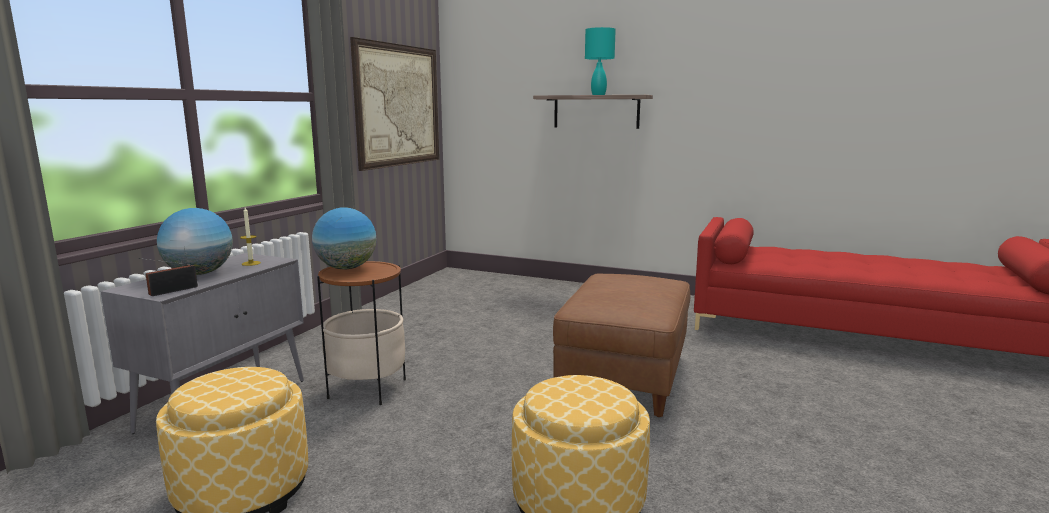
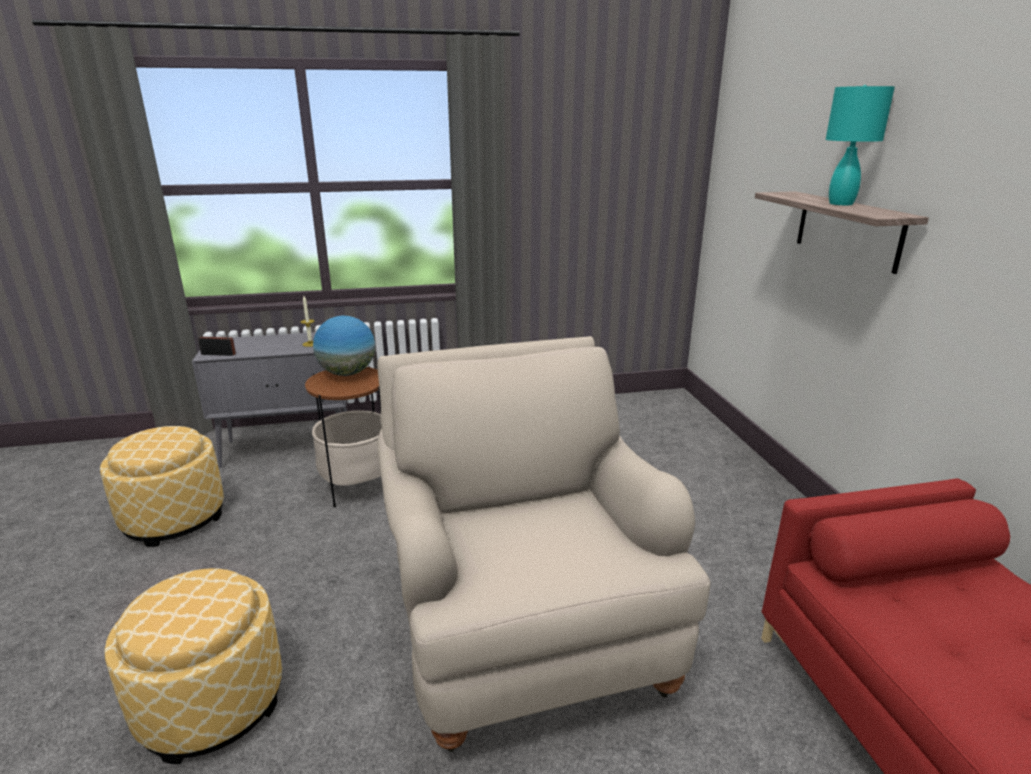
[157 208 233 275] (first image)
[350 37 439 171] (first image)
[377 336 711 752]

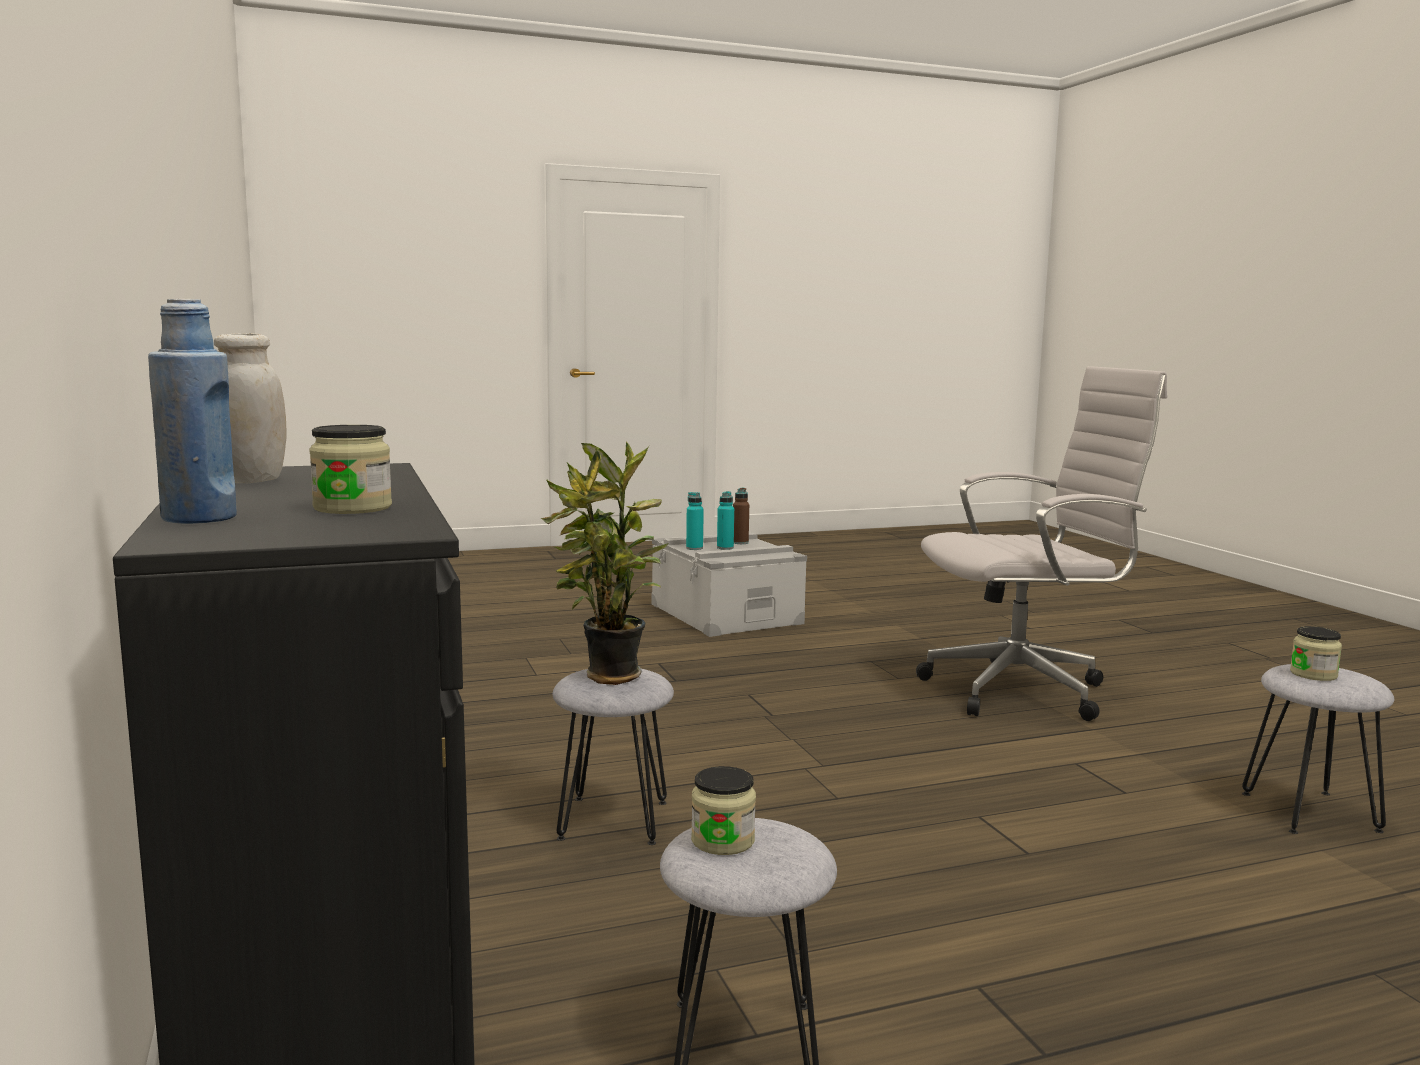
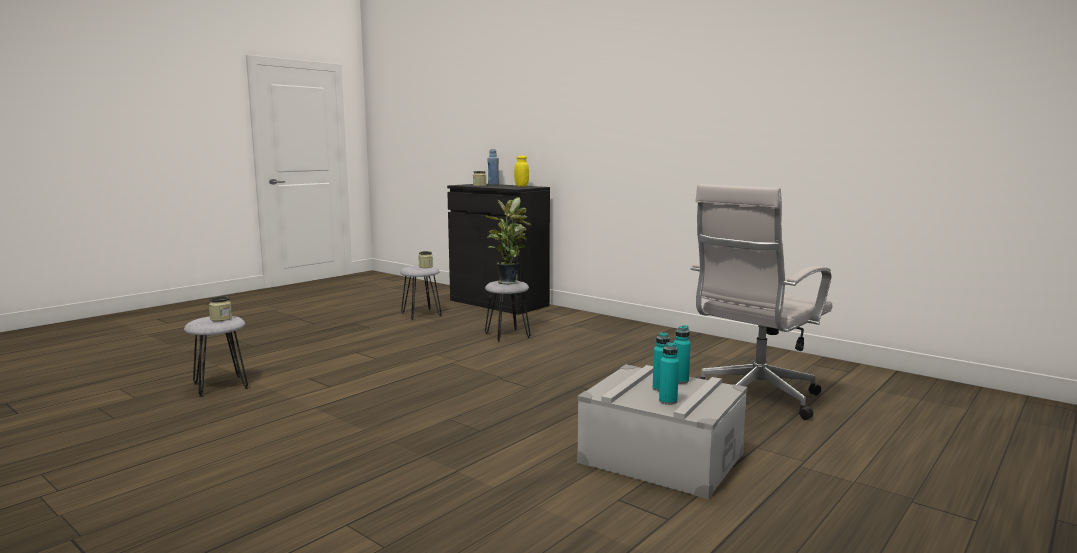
[691 184 833 420]
[514 156 529 187]
[659 342 679 405]

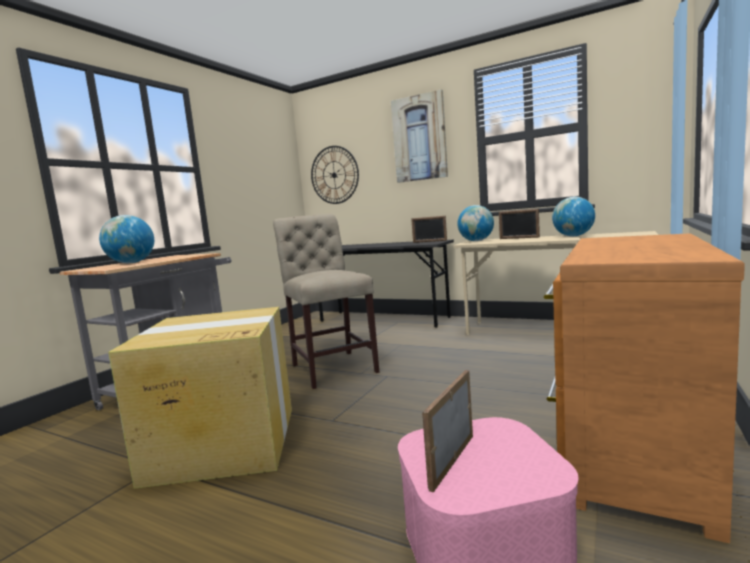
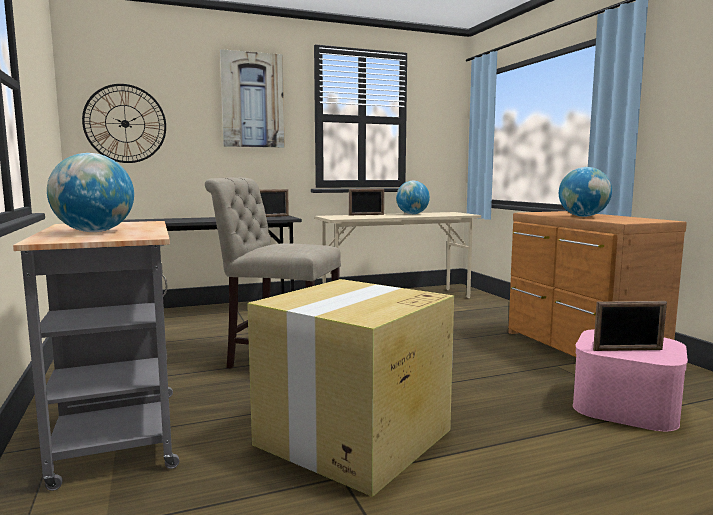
[559 167 612 217]
[593 301 667 351]

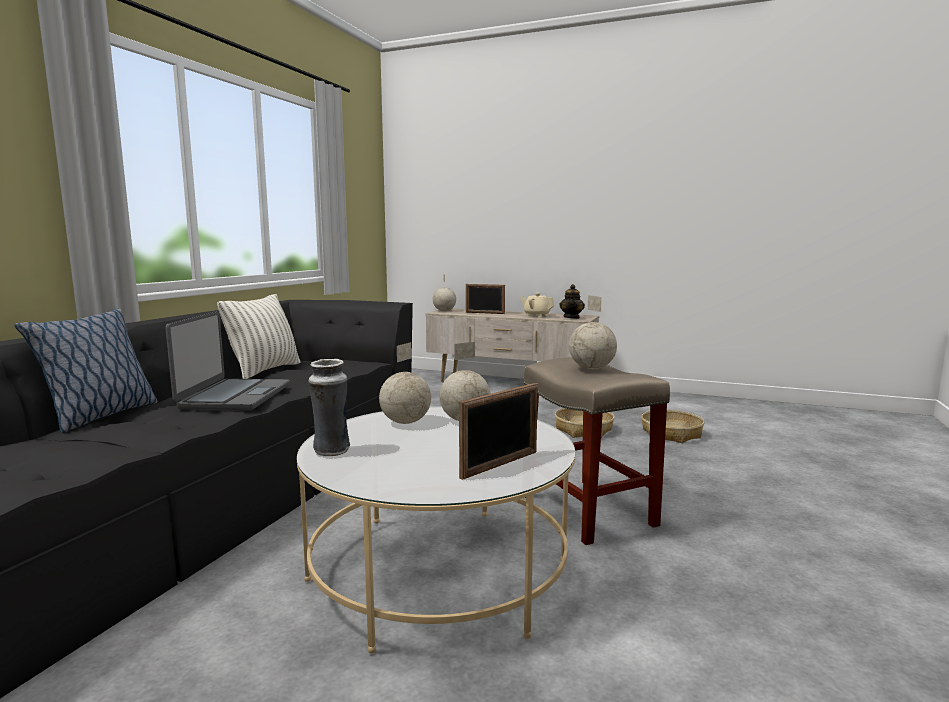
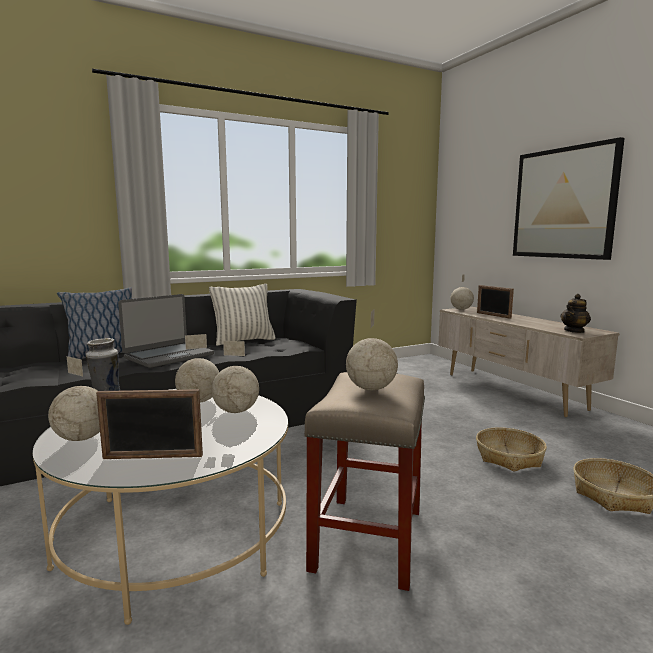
[520 293 554 317] (first image)
[48 356 100 441]
[513 137 625 260]

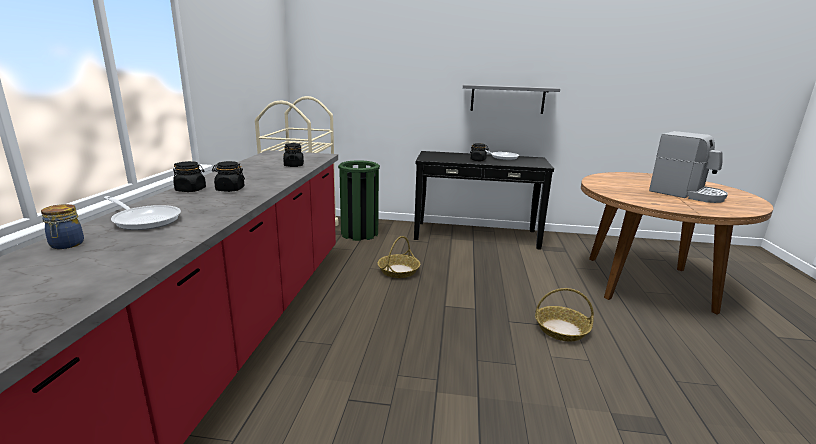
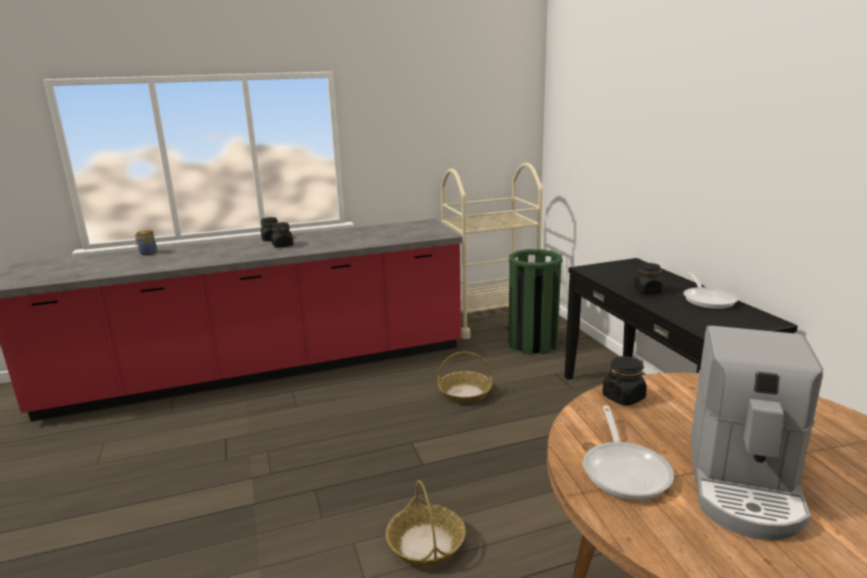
[463 84 560 114] (first image)
[583 405 674 500]
[602 356 647 406]

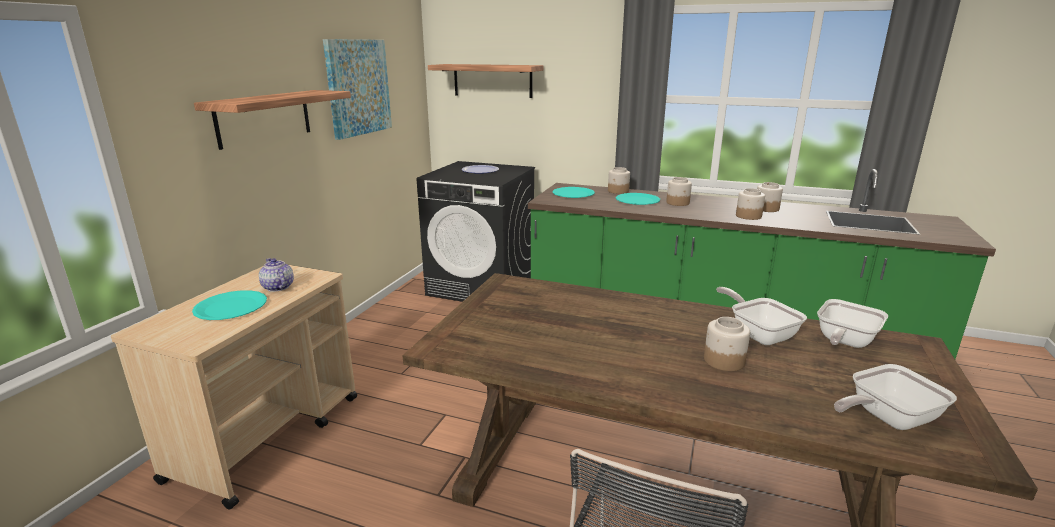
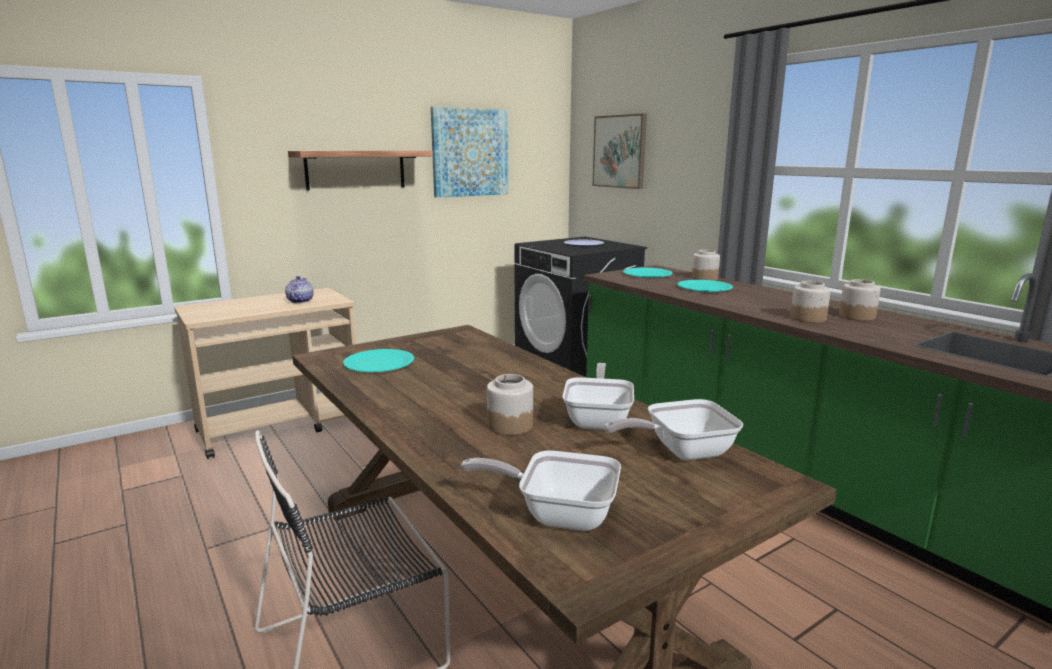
[666 177 692 206] (first image)
[343 349 414 372]
[593 113 647 189]

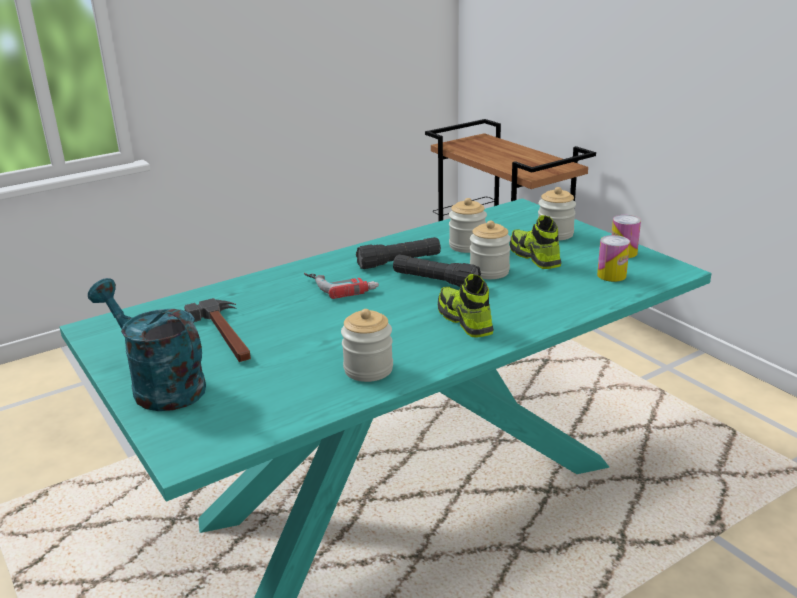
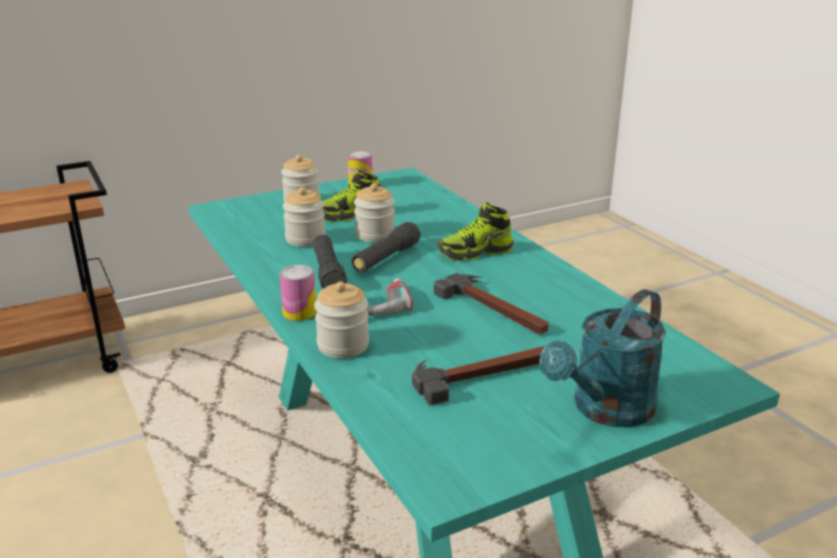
[434 273 549 335]
[314 282 369 358]
[279 265 317 321]

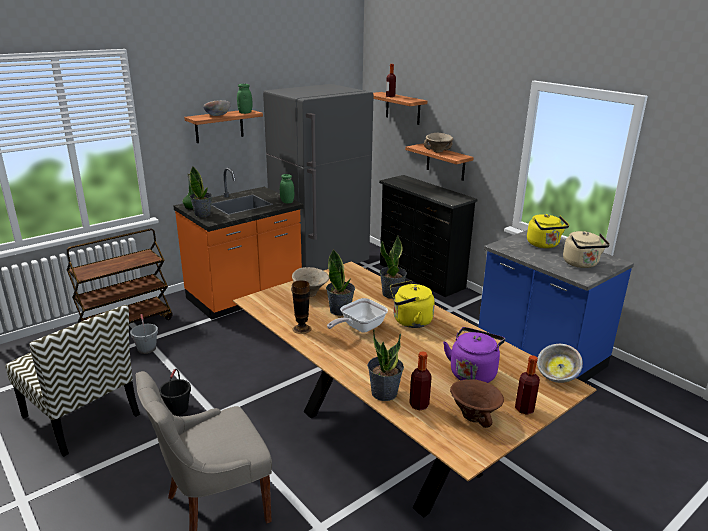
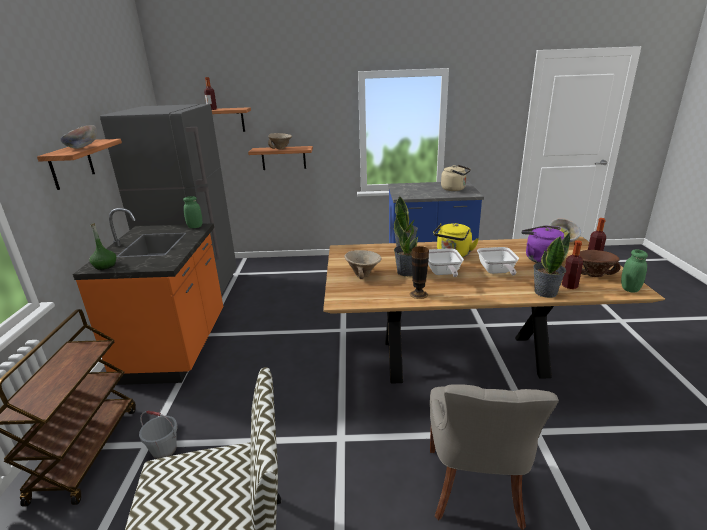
[159 369 191 416] (first image)
[190 166 212 217] (first image)
[379 175 478 297] (first image)
[527 214 569 248] (first image)
[477 247 519 276]
[621 249 648 293]

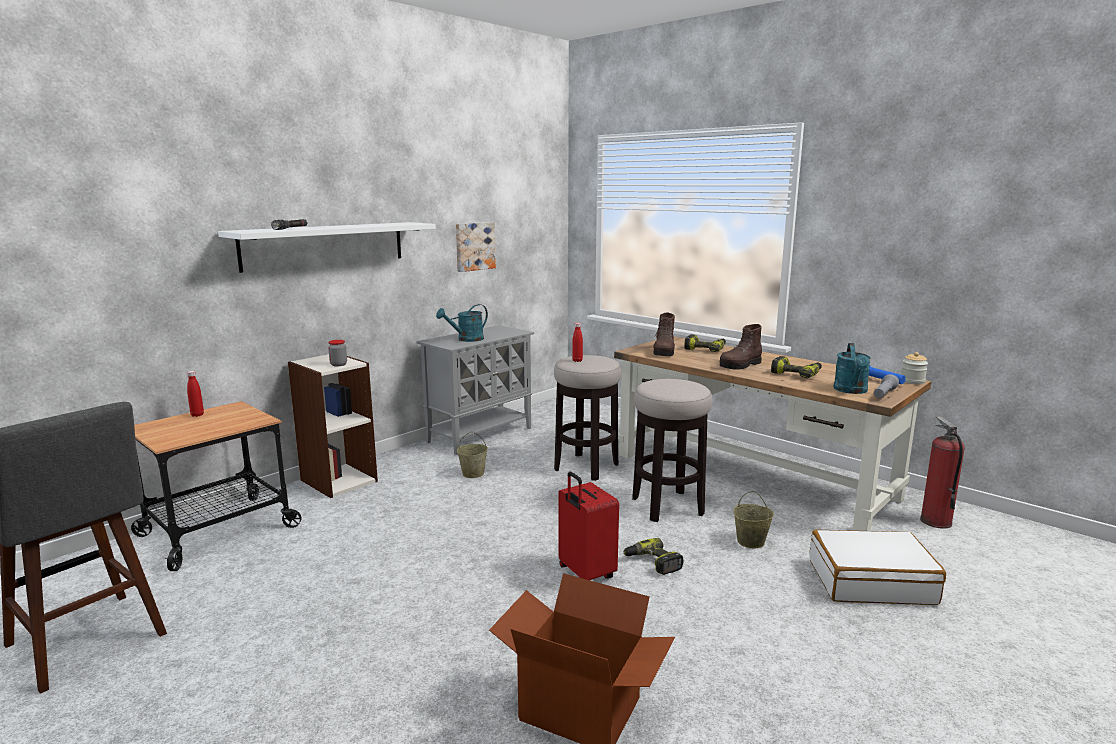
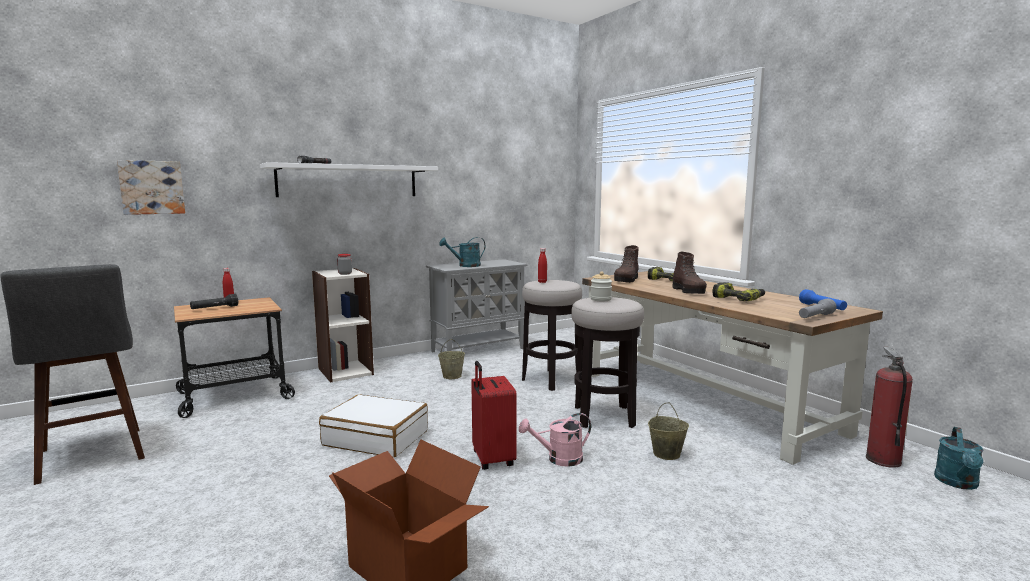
[190 294 238 309]
[117 160 185 215]
[319 394 428 457]
[934 427 984 490]
[590 271 612 301]
[519 413 591 467]
[672 252 707 294]

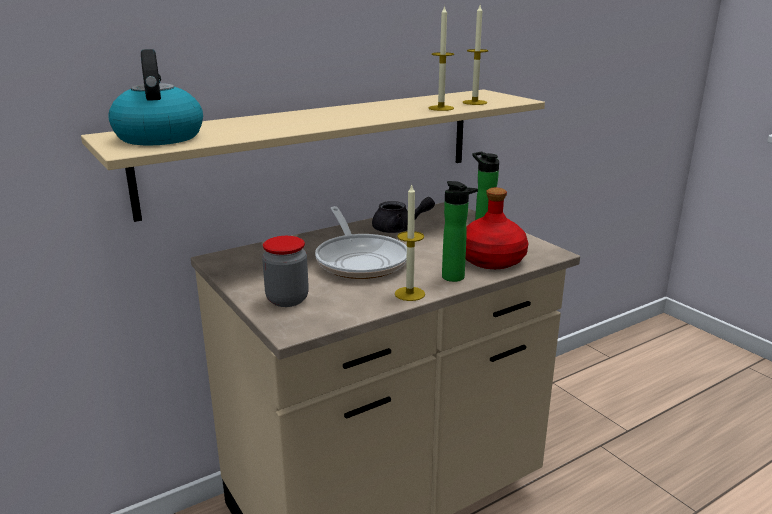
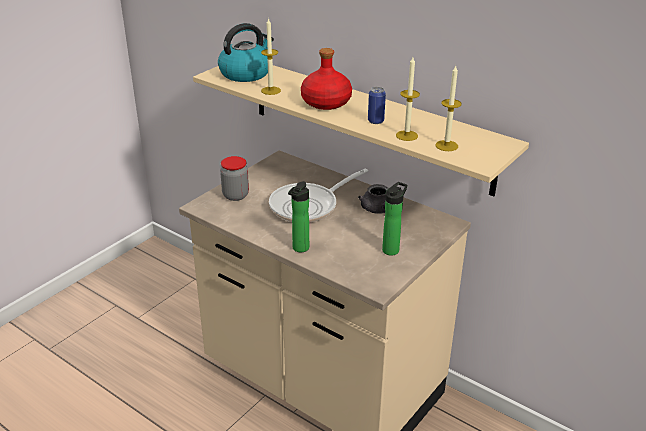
[368 87 386 124]
[261 18 281 95]
[301 48 352 110]

